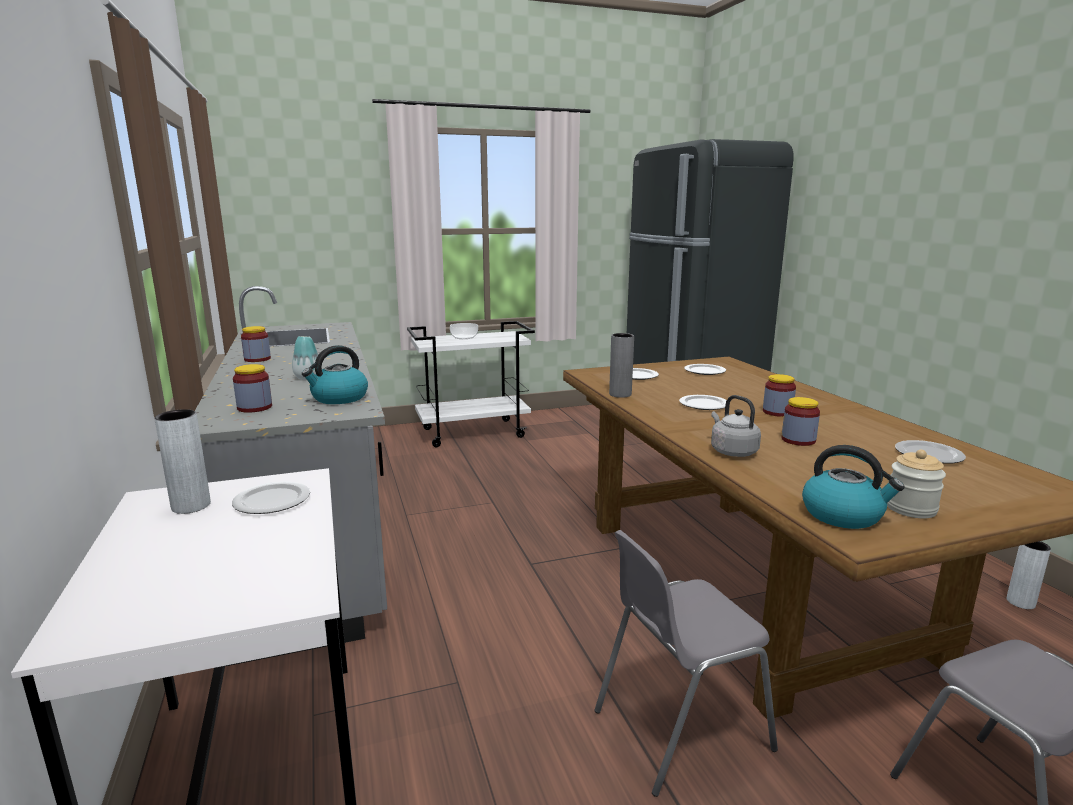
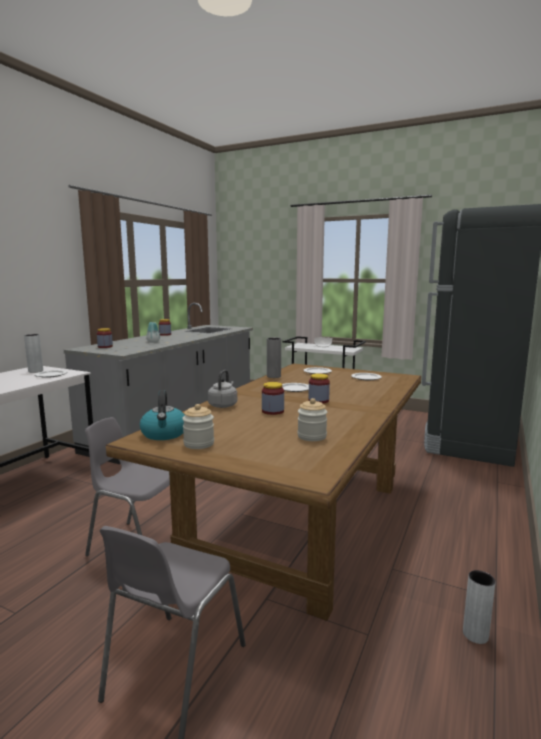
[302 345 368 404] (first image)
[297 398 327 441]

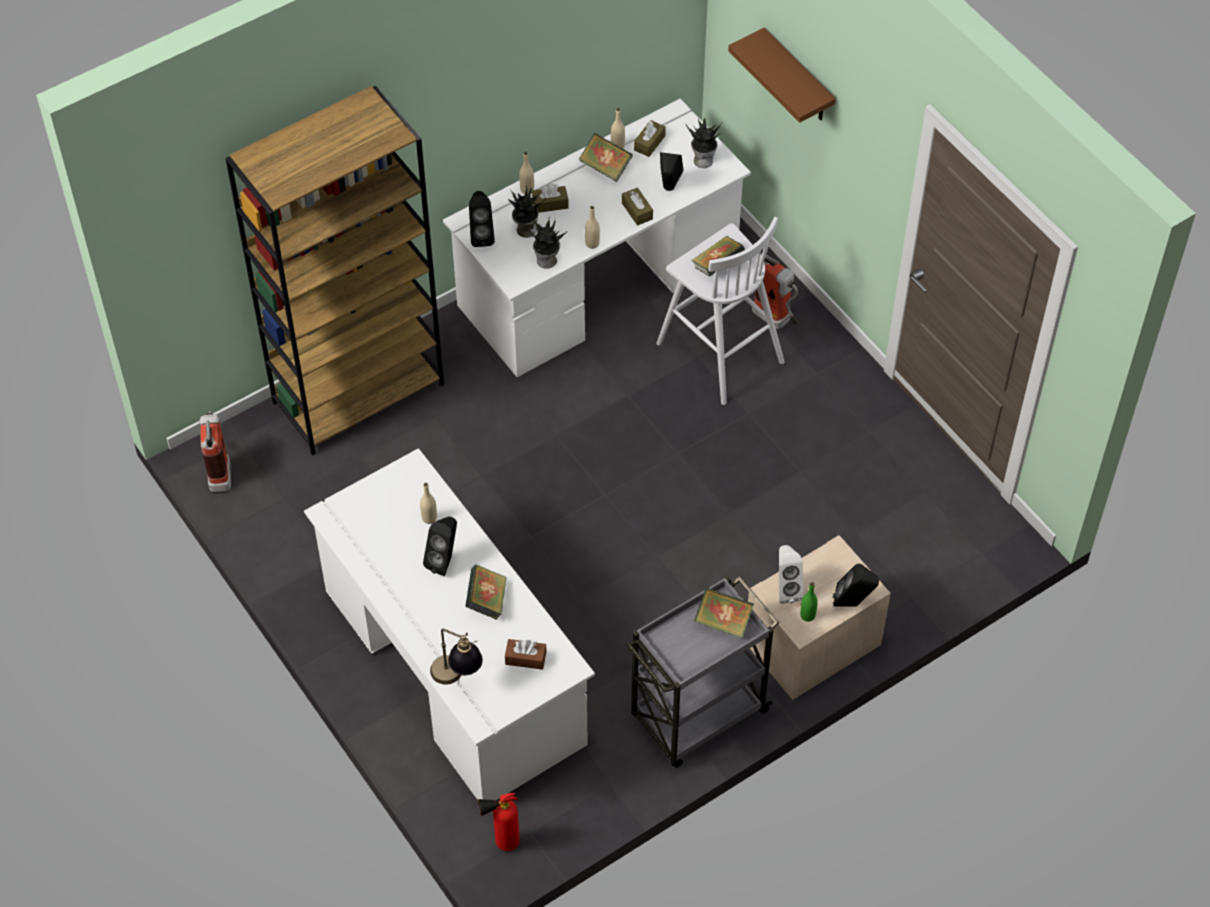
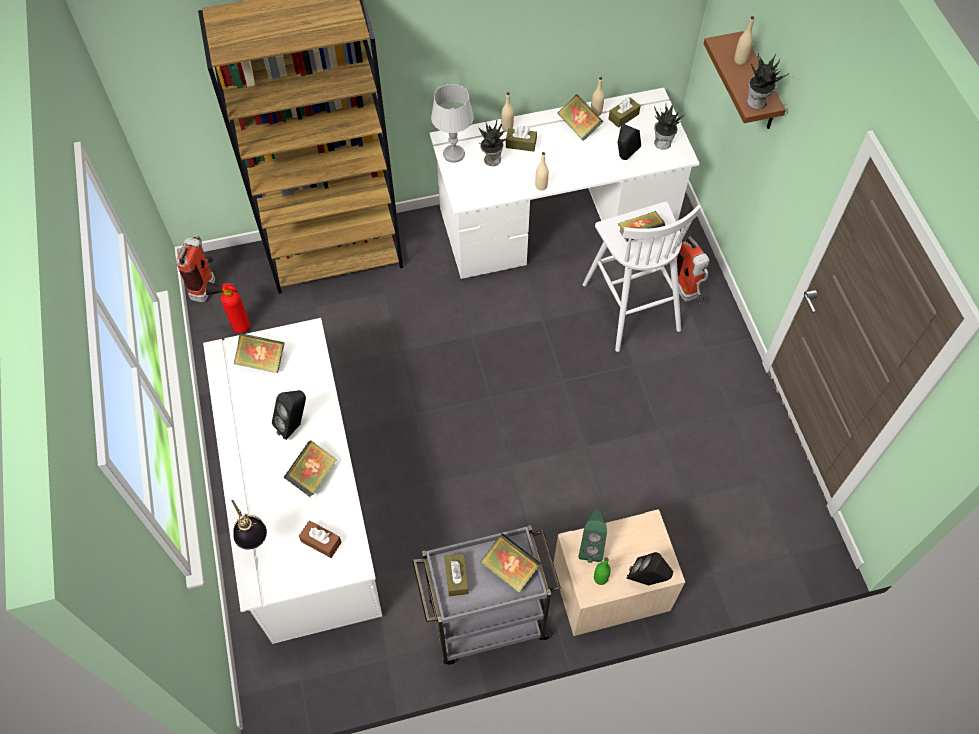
[234 333 285 373]
[734 16 754 65]
[206 282 250 333]
[747 53 790 109]
[444 553 469 596]
[431 84 474 163]
[578 510 607 563]

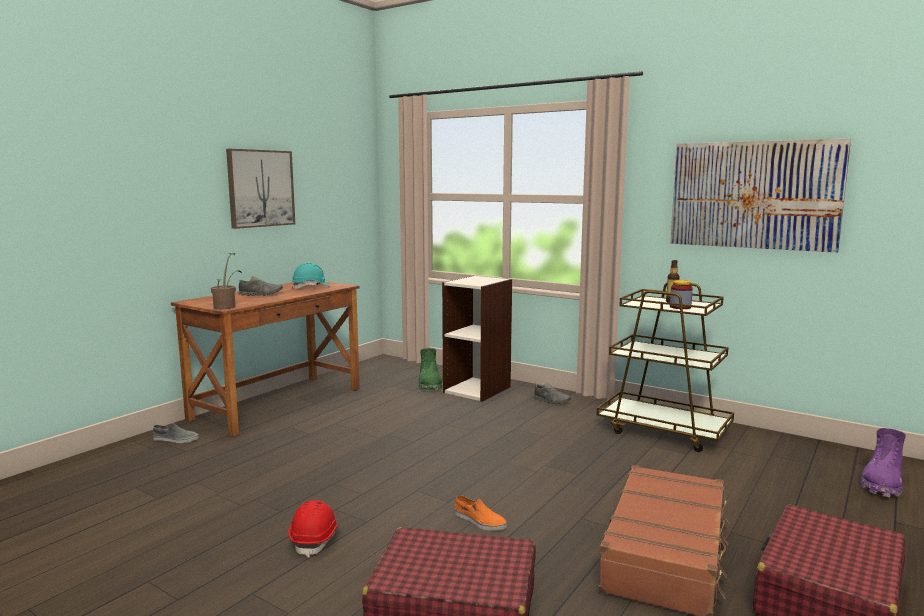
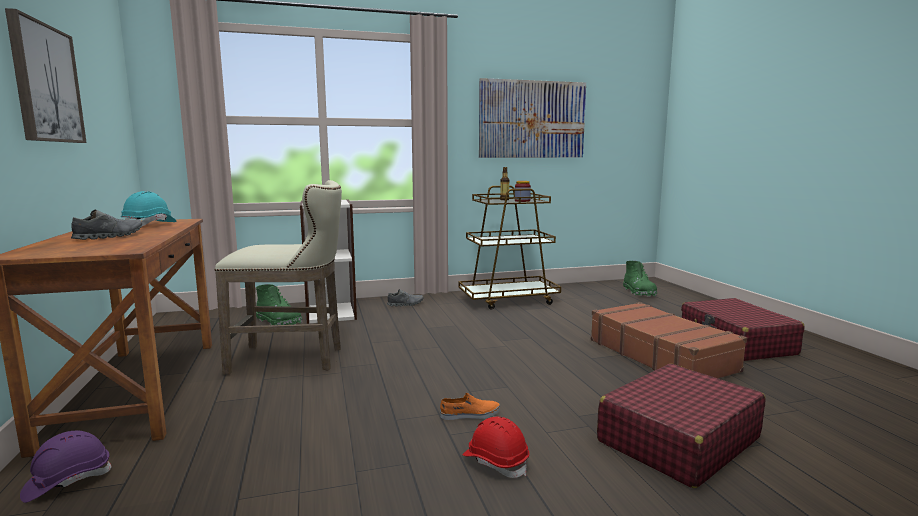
[211 253 242 309] (first image)
[214 180 342 375]
[440 393 500 420]
[20 431 112 503]
[623 261 657 297]

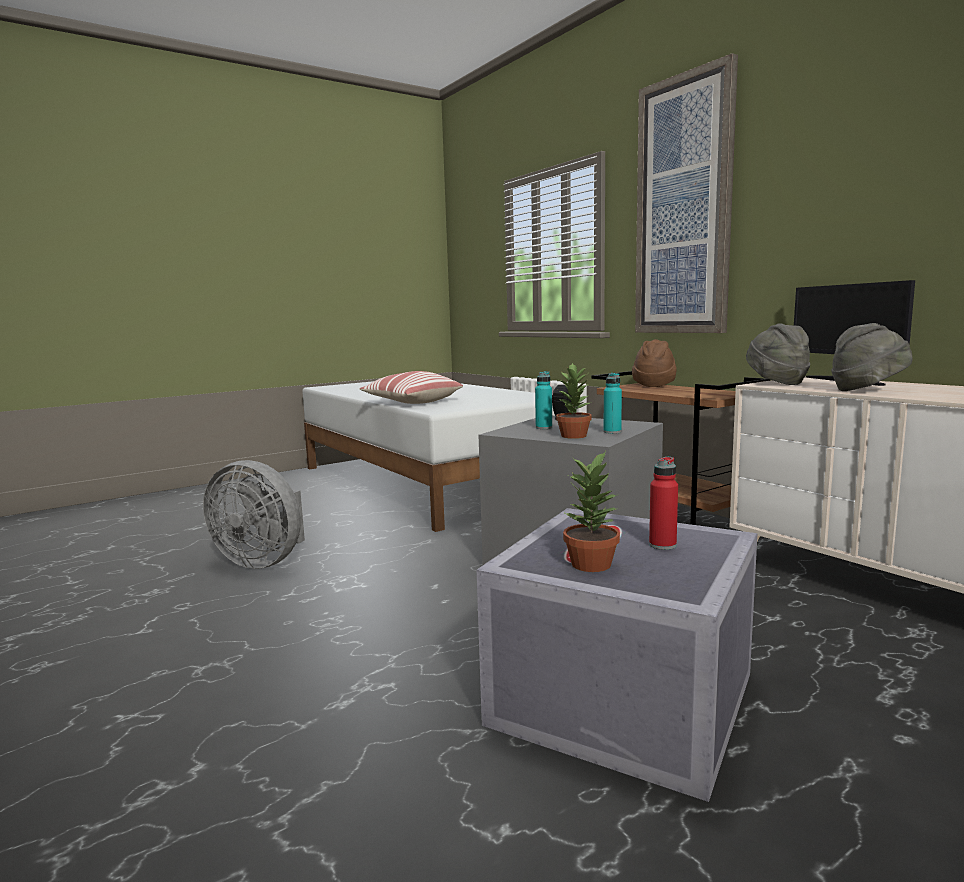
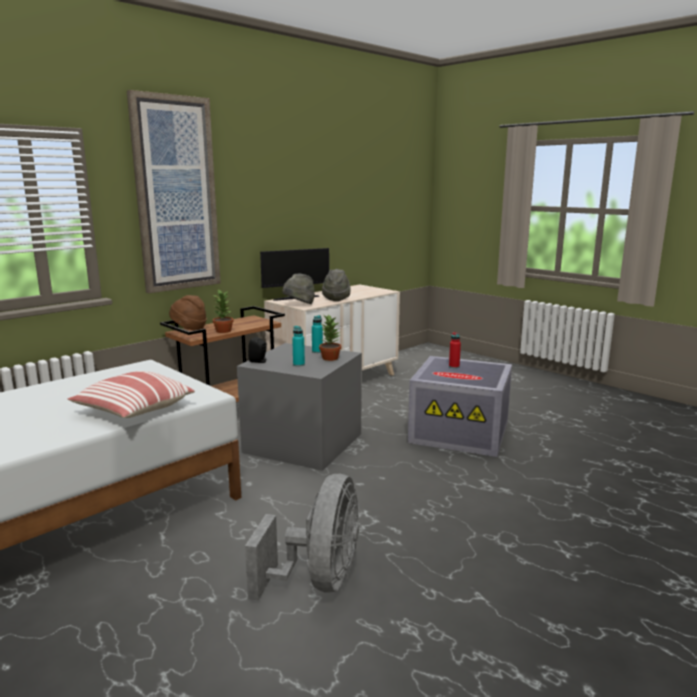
[212 289 234 333]

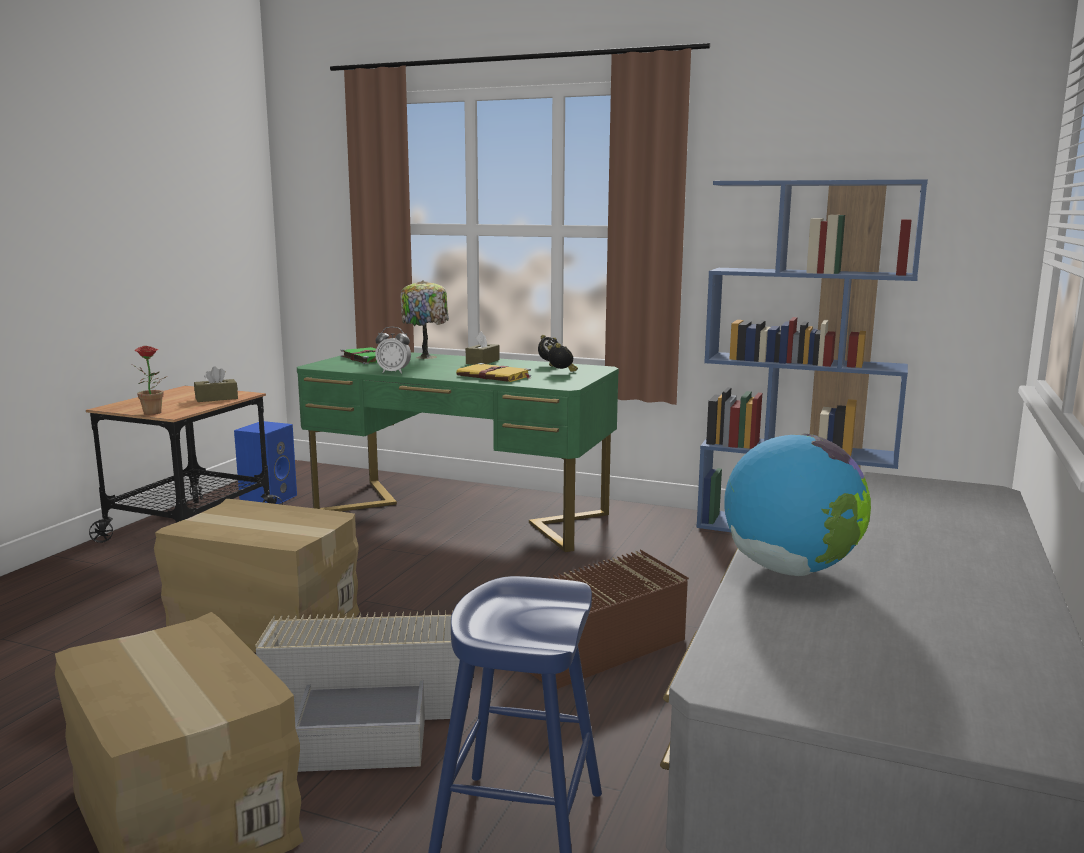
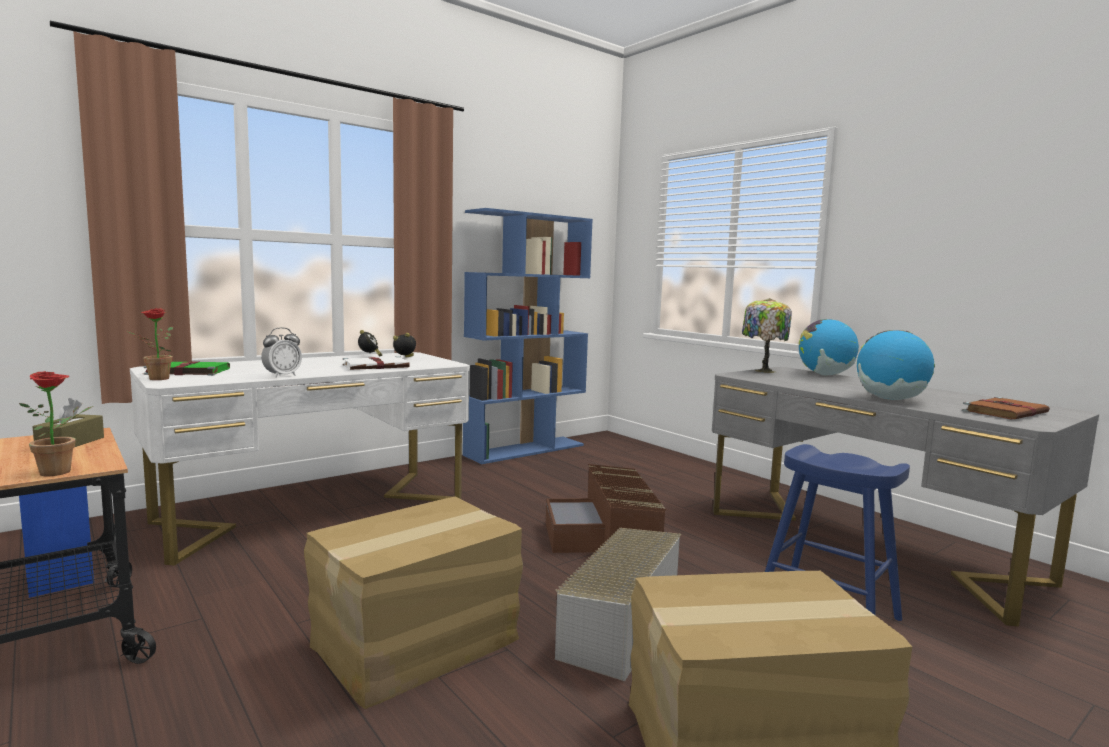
[466 331 500 365] (first image)
[127 308 173 380]
[799 319 859 375]
[962 397 1050 419]
[742 298 792 373]
[130 352 470 566]
[343 356 410 370]

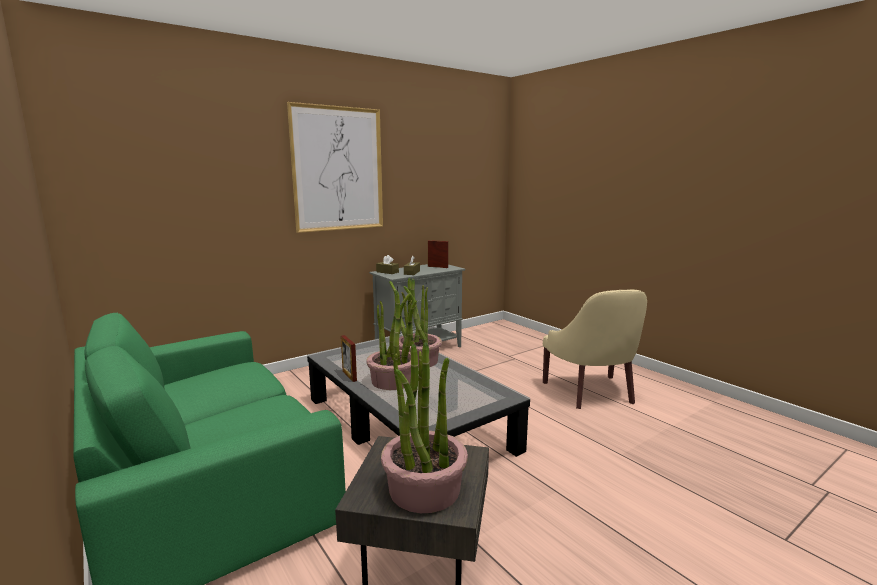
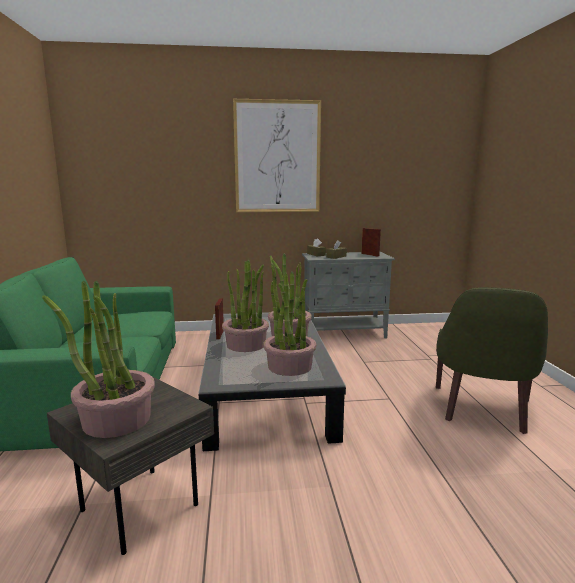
[263 271 316 376]
[436 287 548 434]

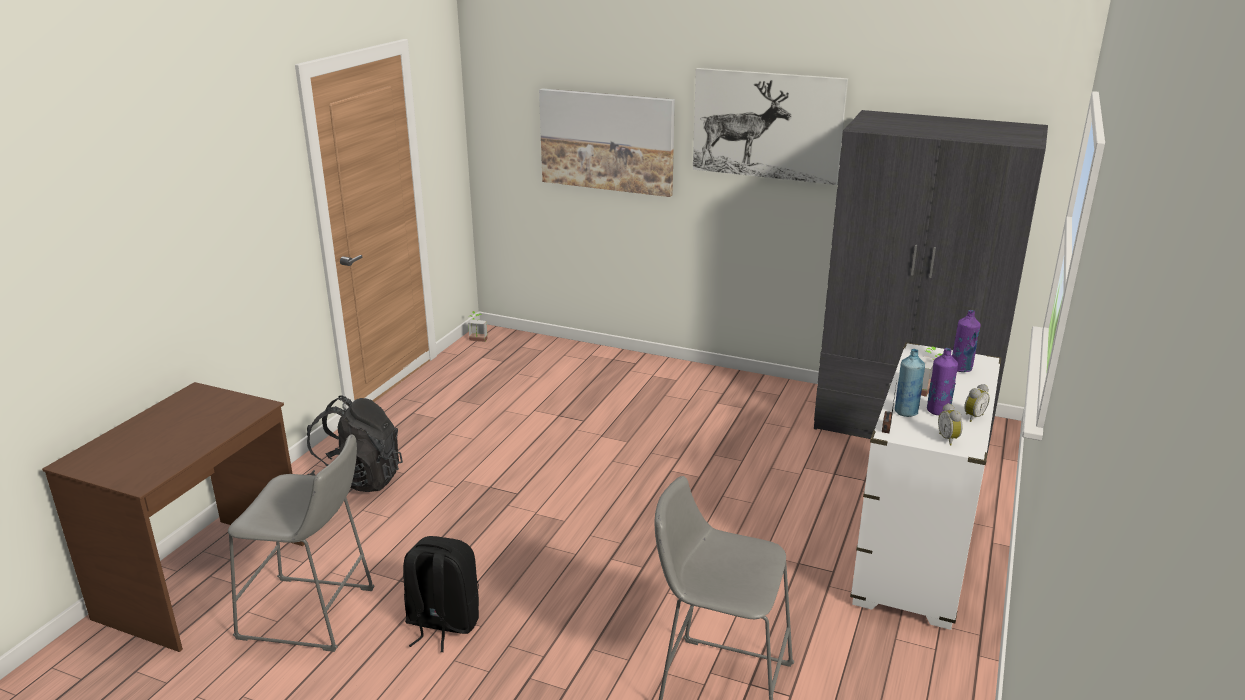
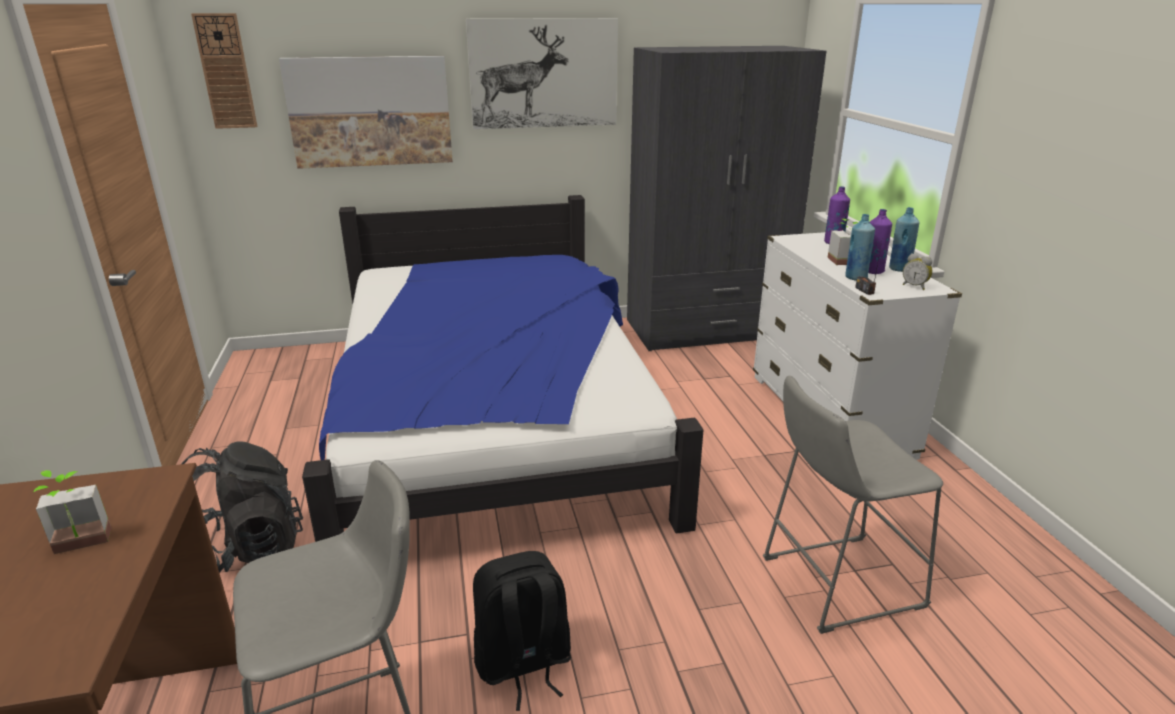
[191 13 257 129]
[302 195 704 542]
[33 470 112 554]
[889 207 919 272]

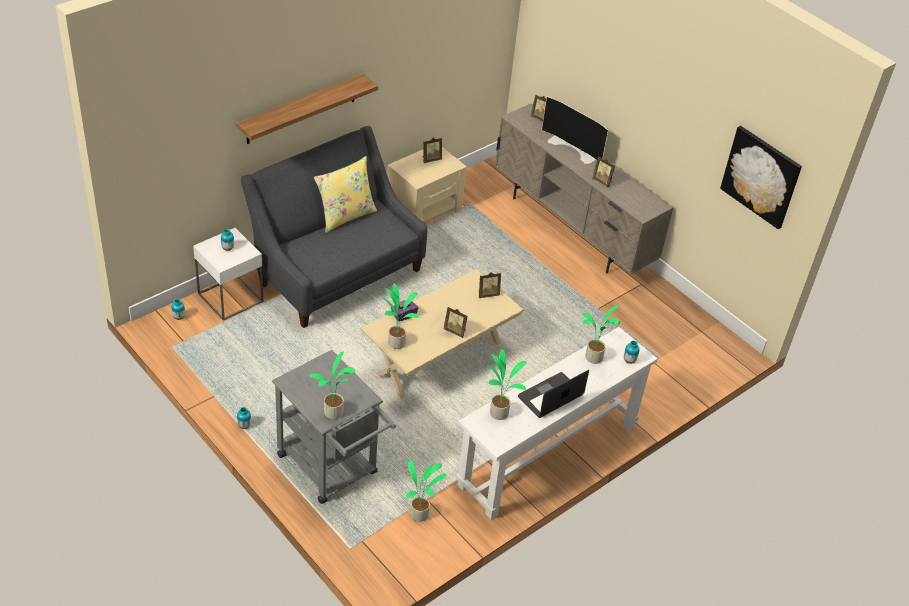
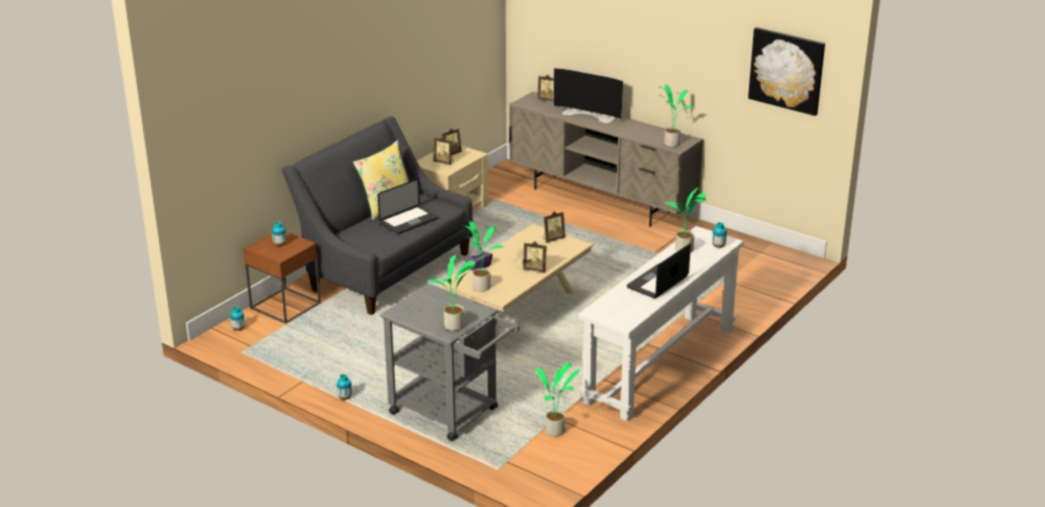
[236 74 378 144] (first image)
[378 179 438 234]
[659 84 694 147]
[433 137 453 165]
[243 232 321 324]

